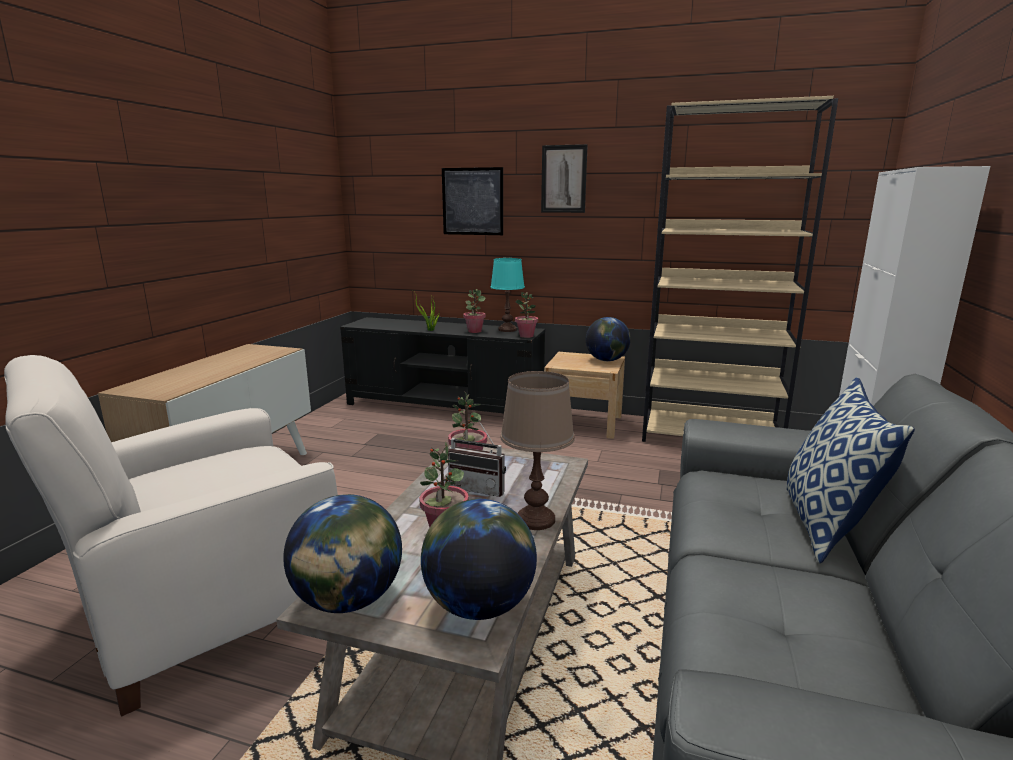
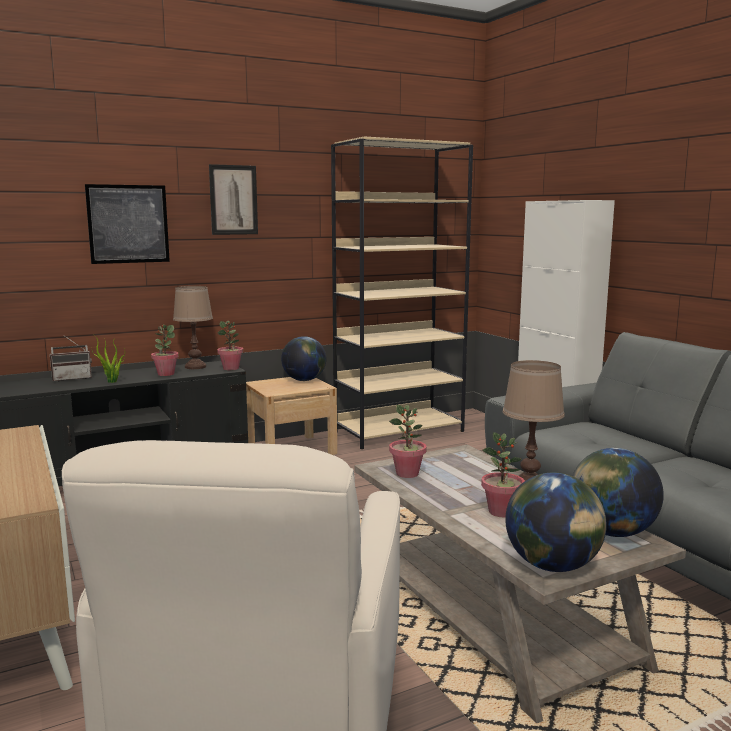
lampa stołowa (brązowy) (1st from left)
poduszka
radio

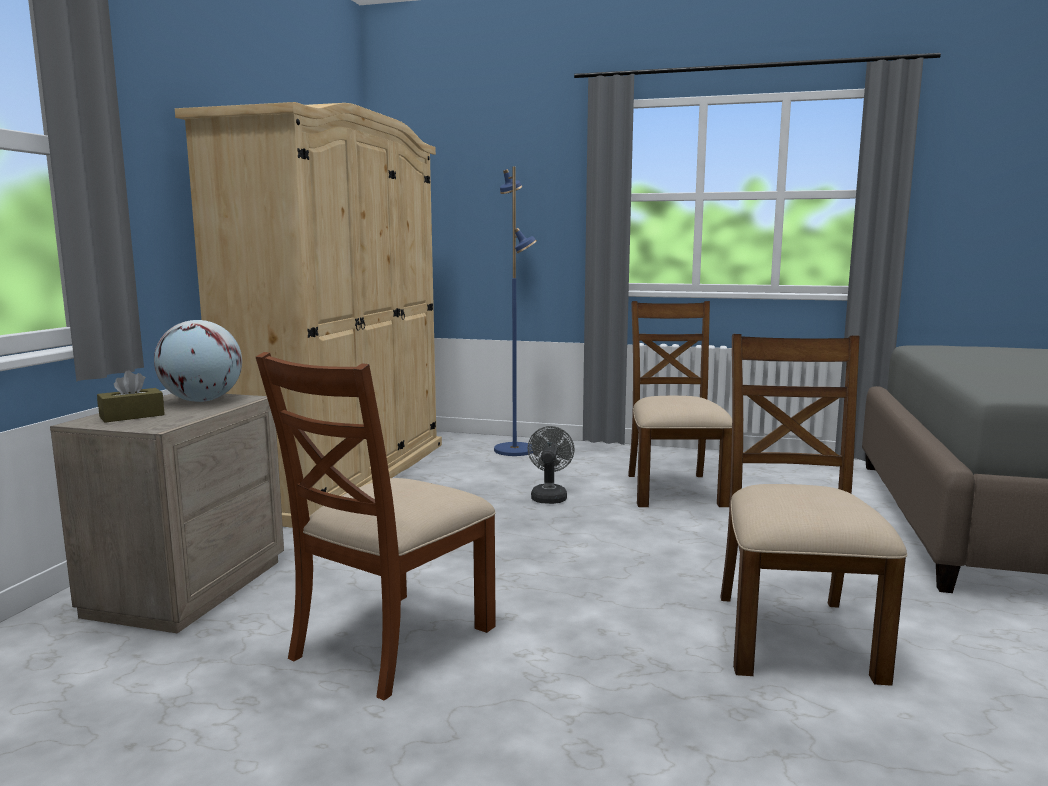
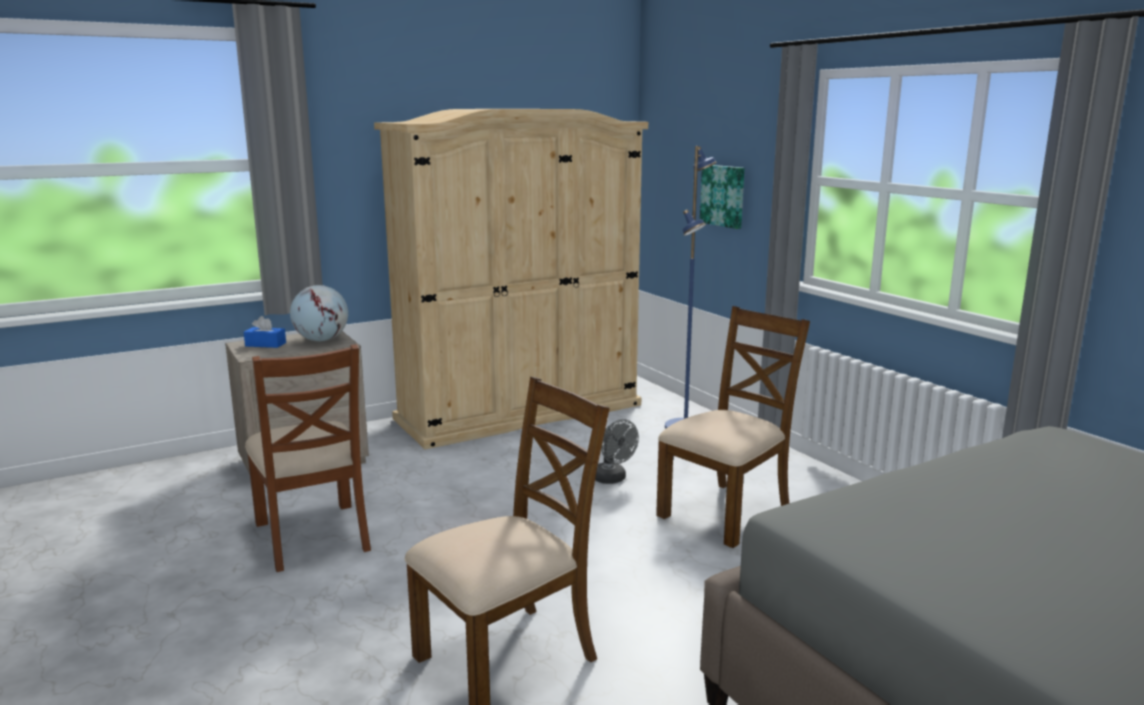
krzesło (brązowy) (1st from left)
pudełko chusteczek (niebieski)
wentylator (szary)
obraz

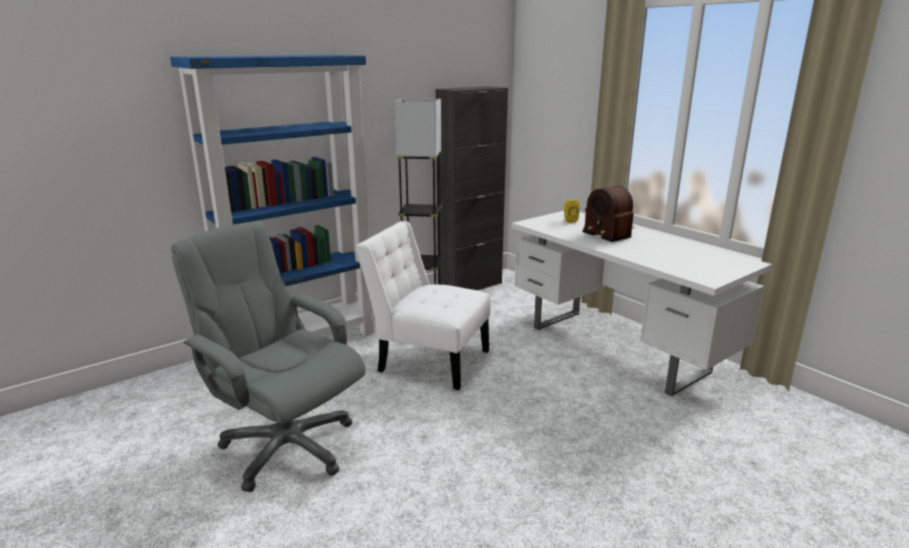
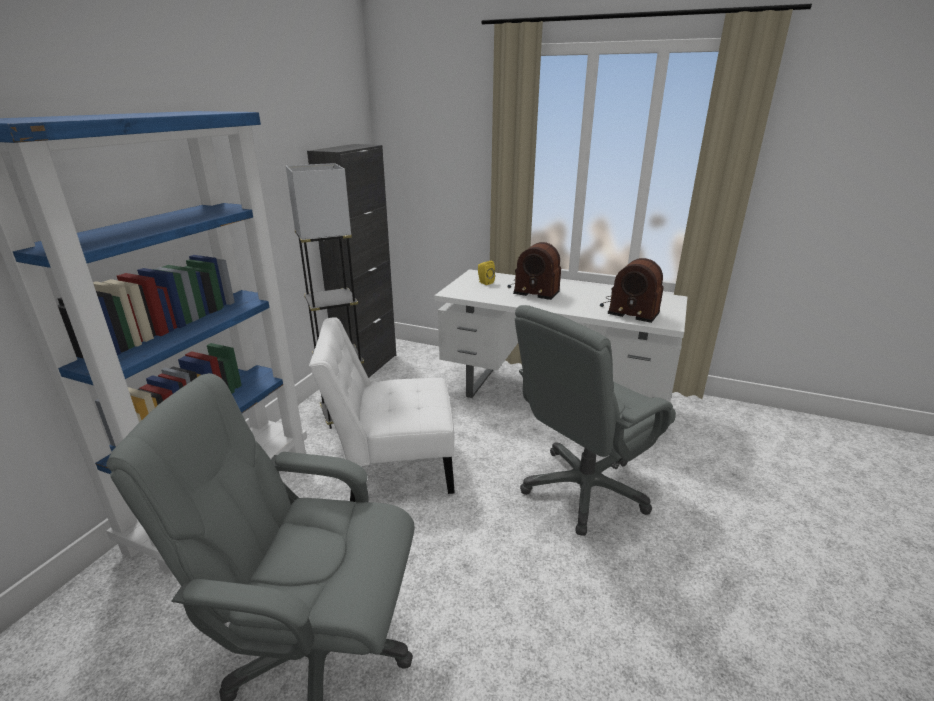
radio (2nd from left)
krzesło biurowe (szary) (2nd from left)

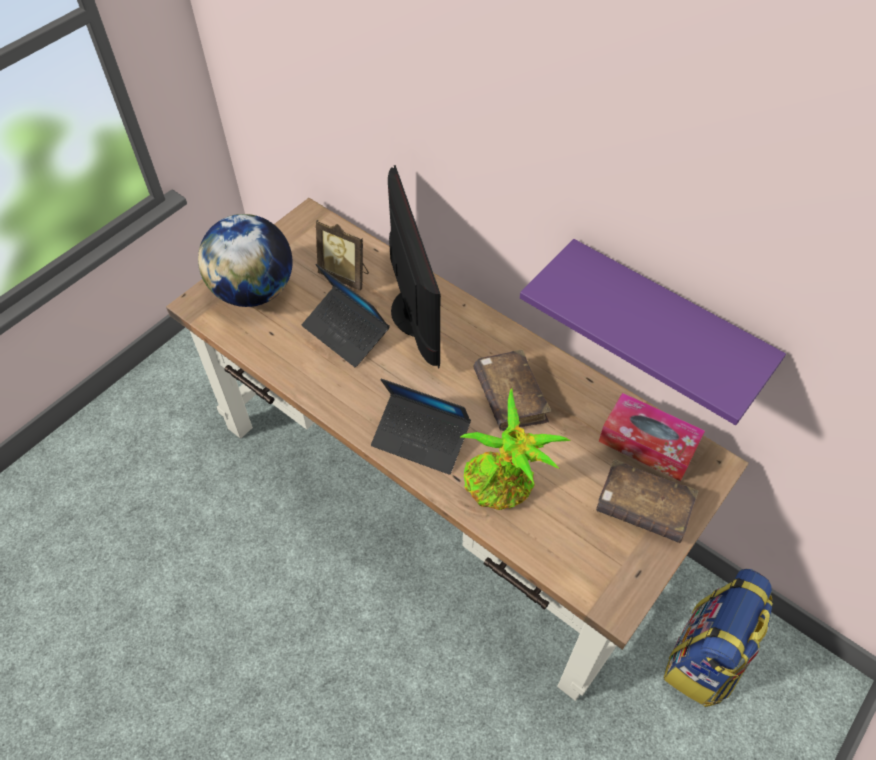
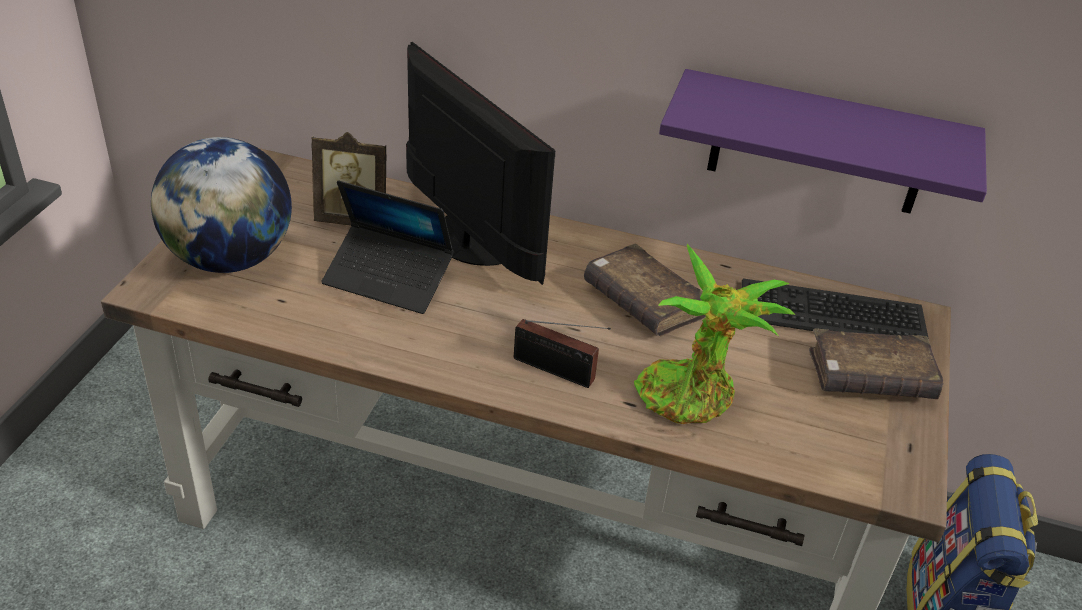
radio
klawiatura

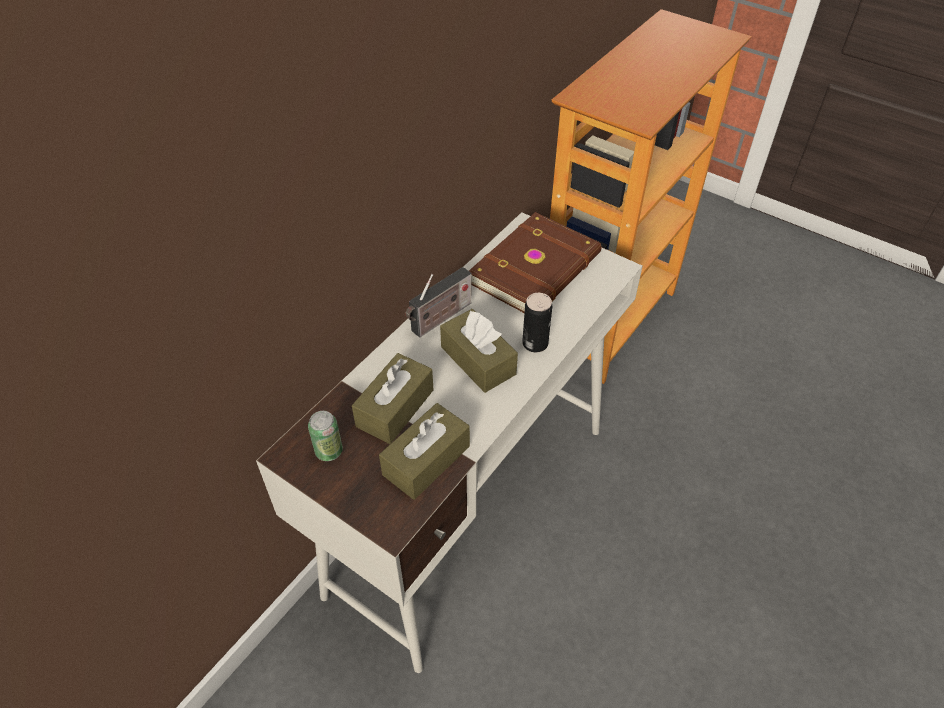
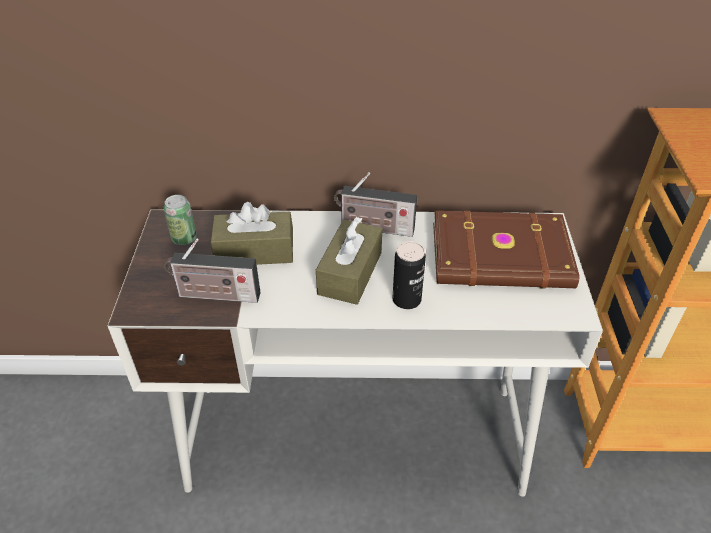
radio (1st from left)

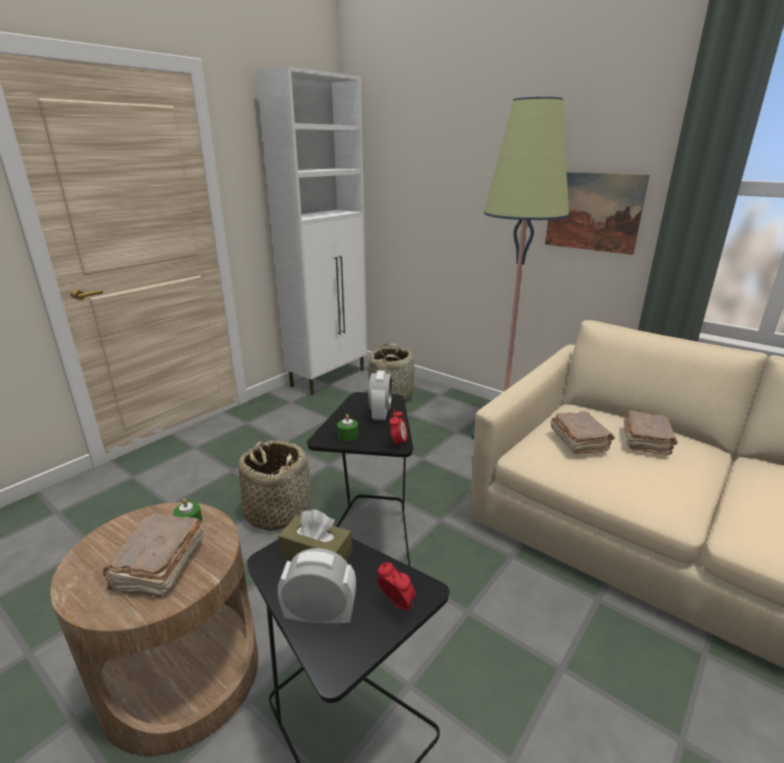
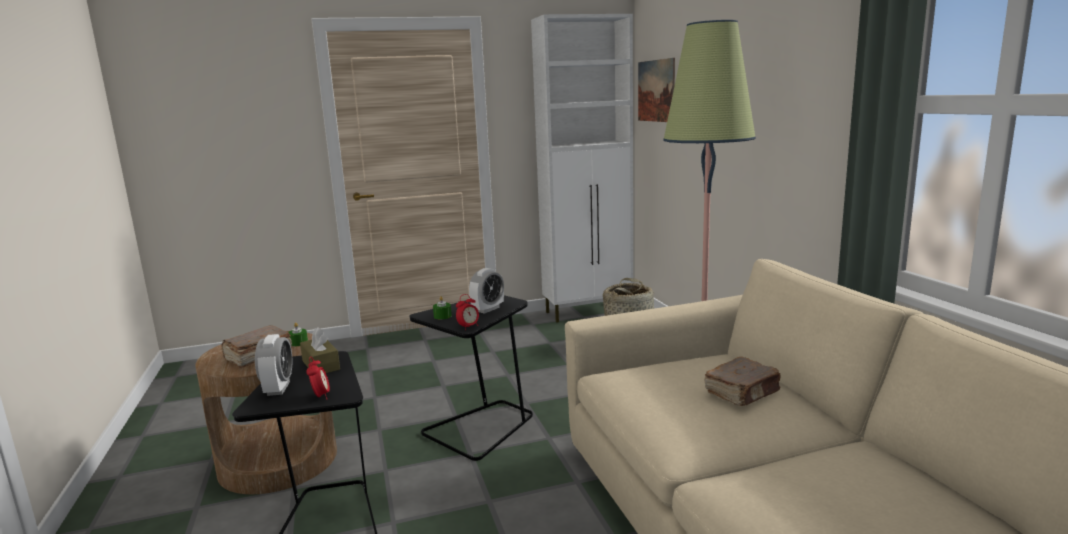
obraz
książka (brązowy) (2nd from left in the first image)
koszyk (1st from left in the first image)
budzik (1st from left)

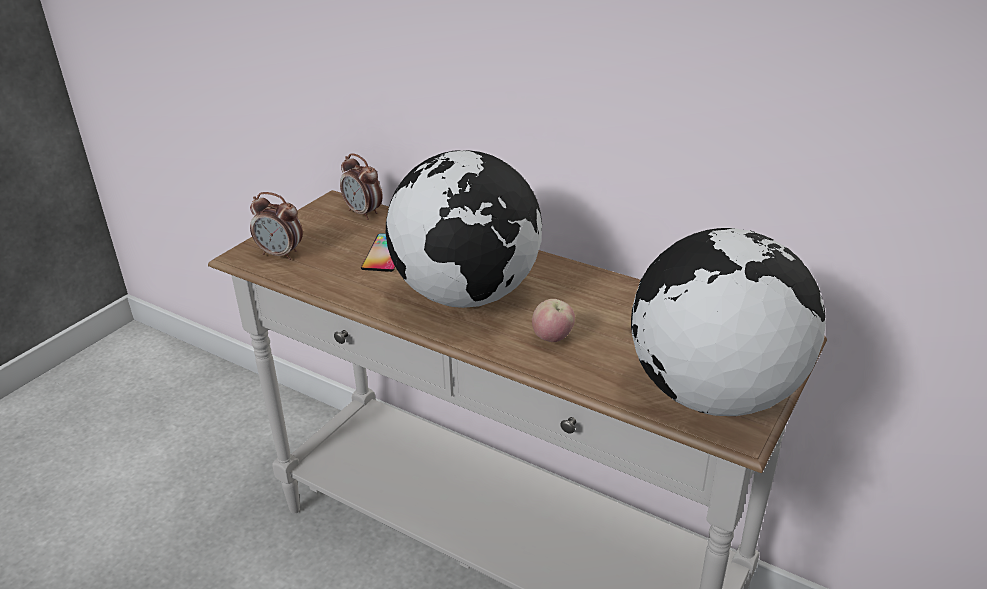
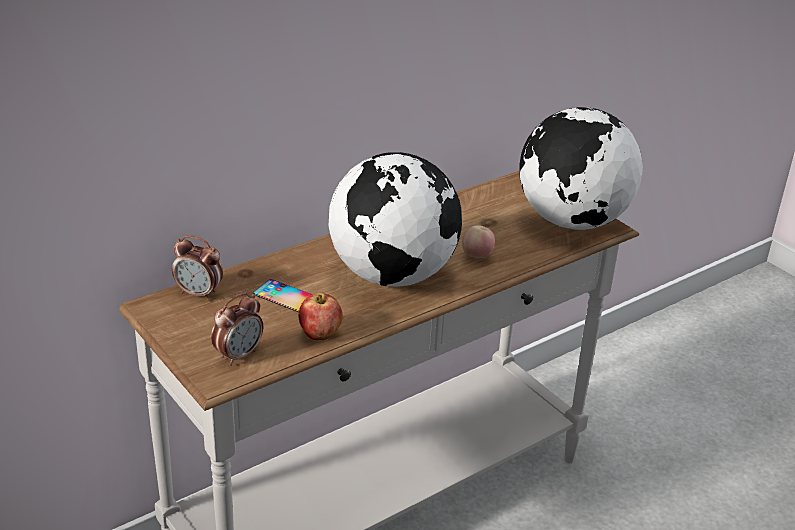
budzik (1st from left)
jabłko (1st from left)

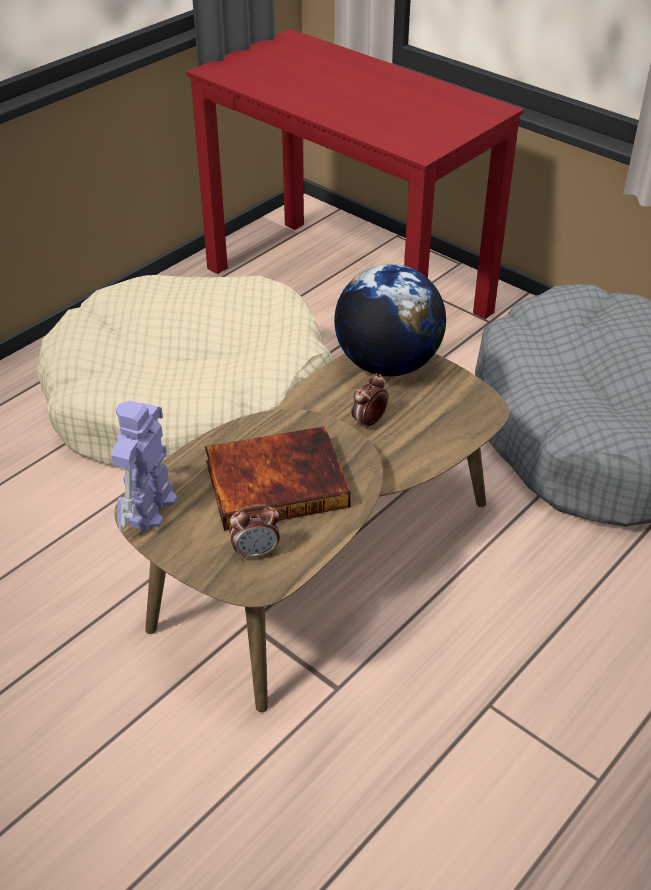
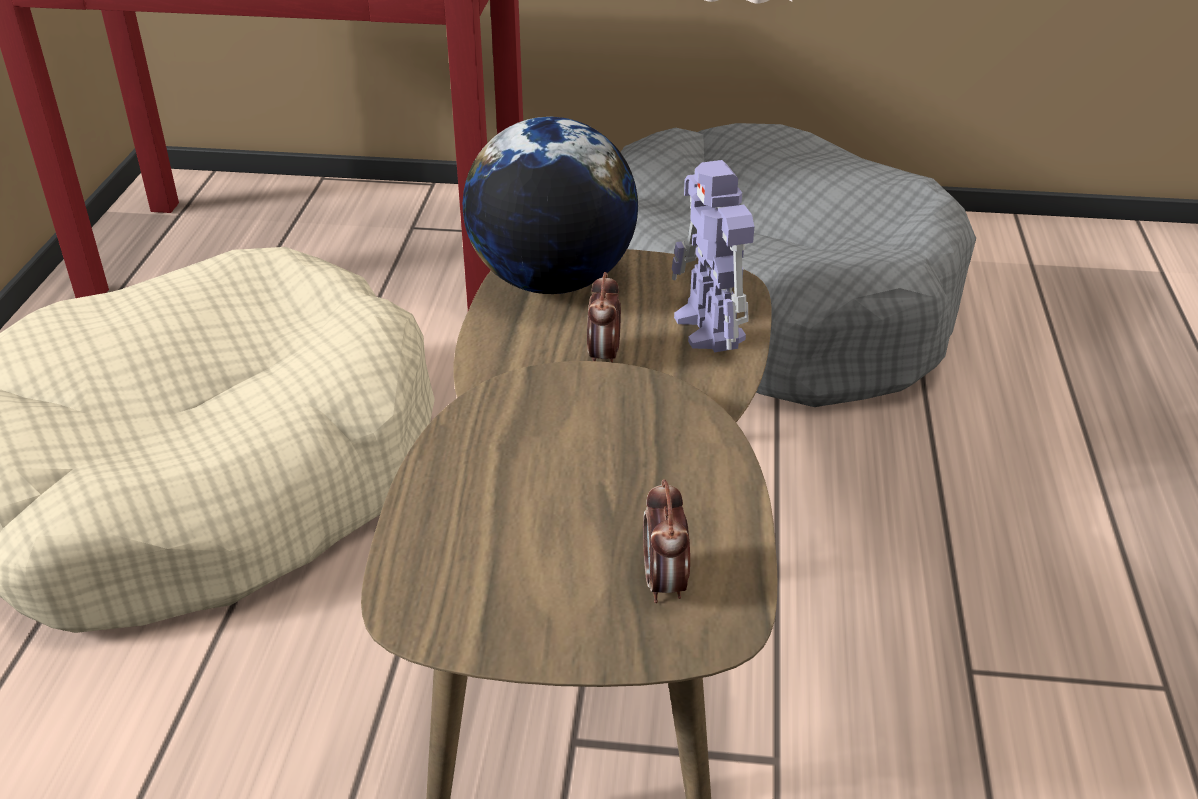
robot zabawkowy
książka
budzik (2nd from left)

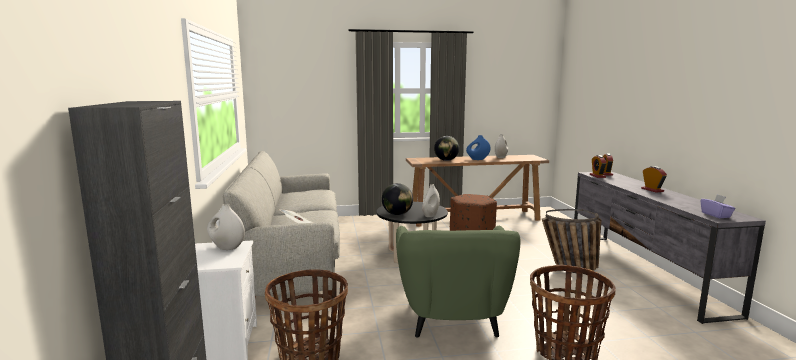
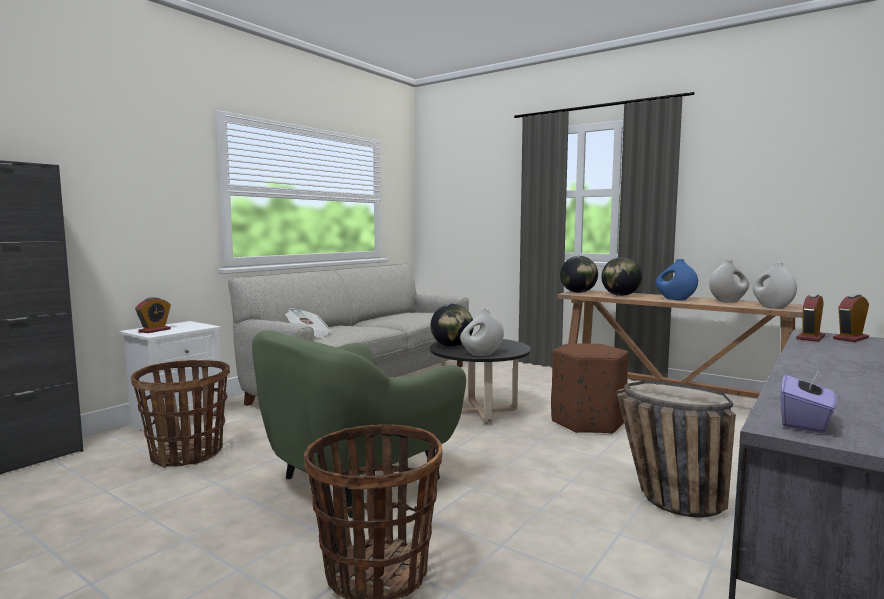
budzik (1st from left)
wazon (biały) (3rd from left)
globus (2nd from left)

